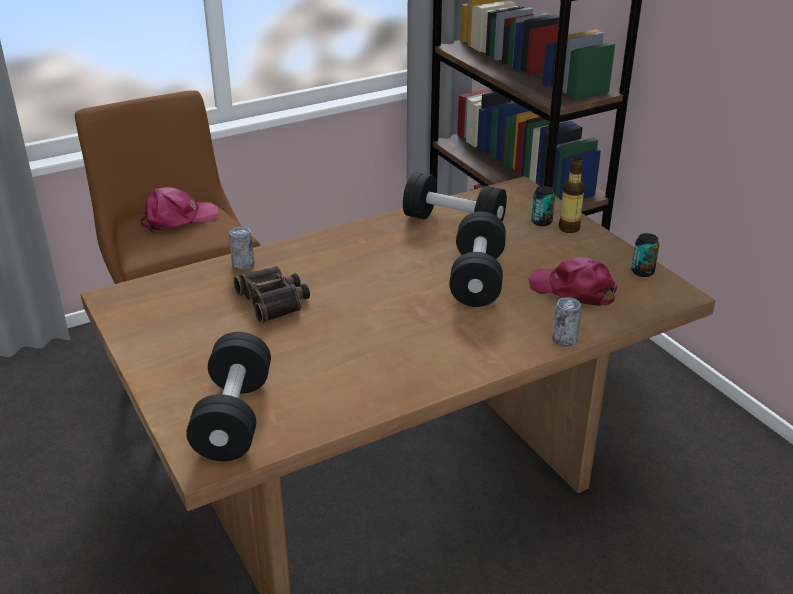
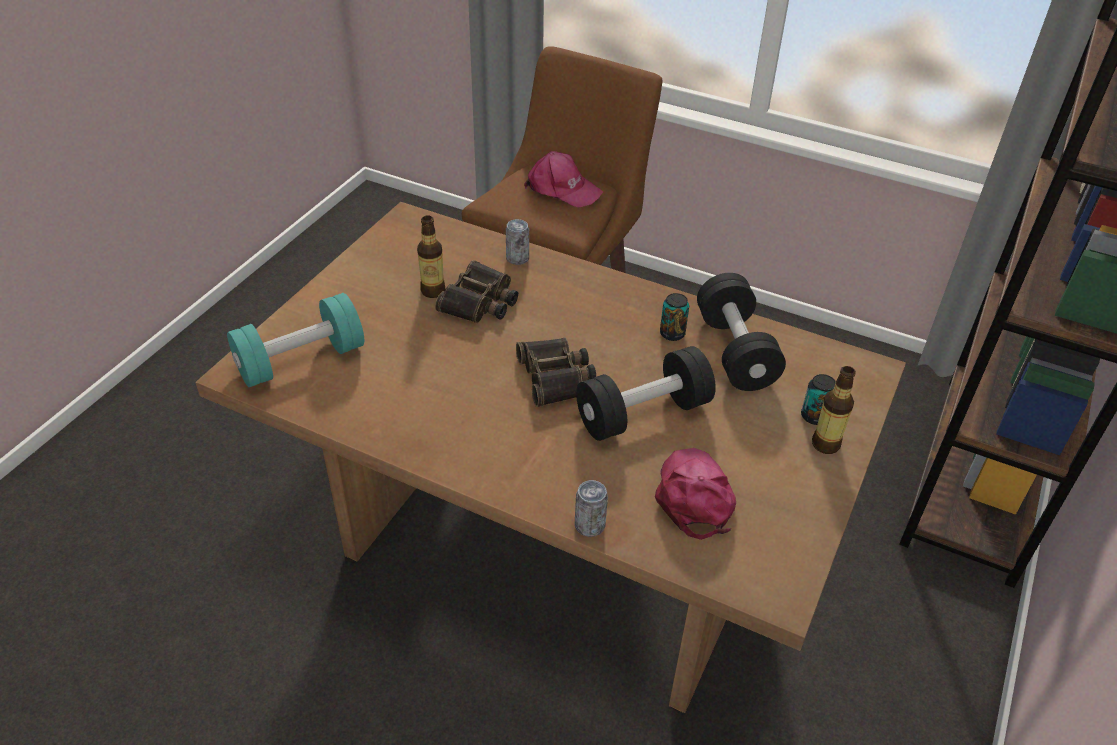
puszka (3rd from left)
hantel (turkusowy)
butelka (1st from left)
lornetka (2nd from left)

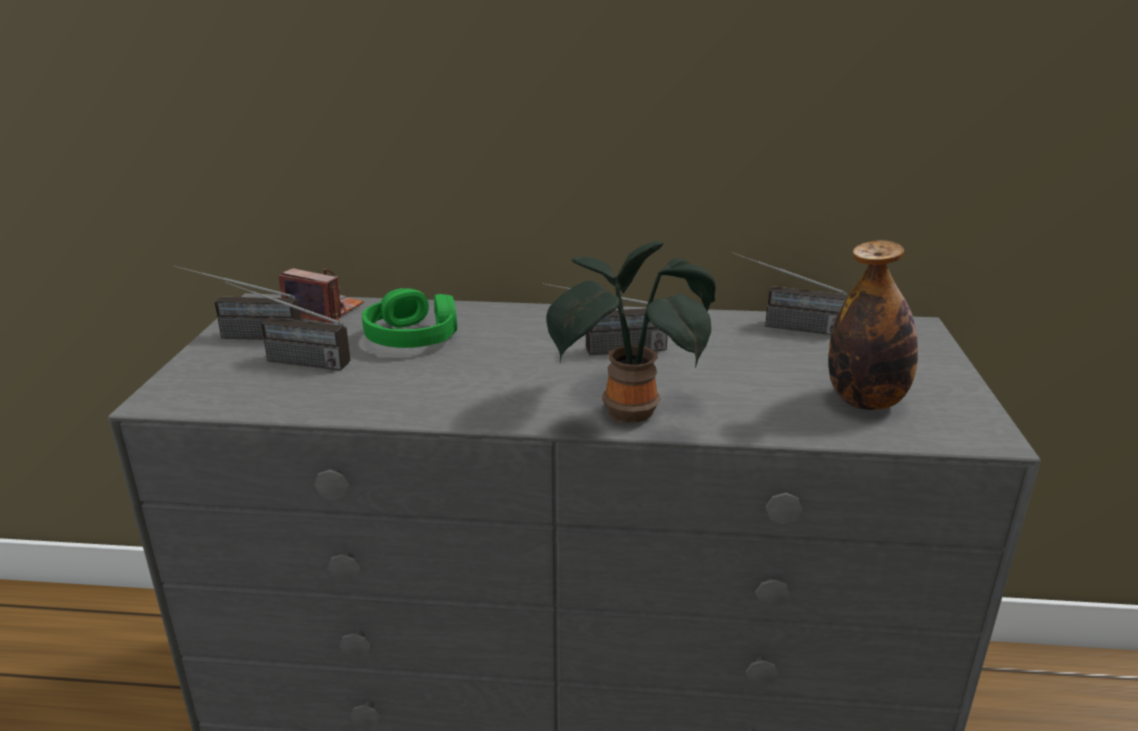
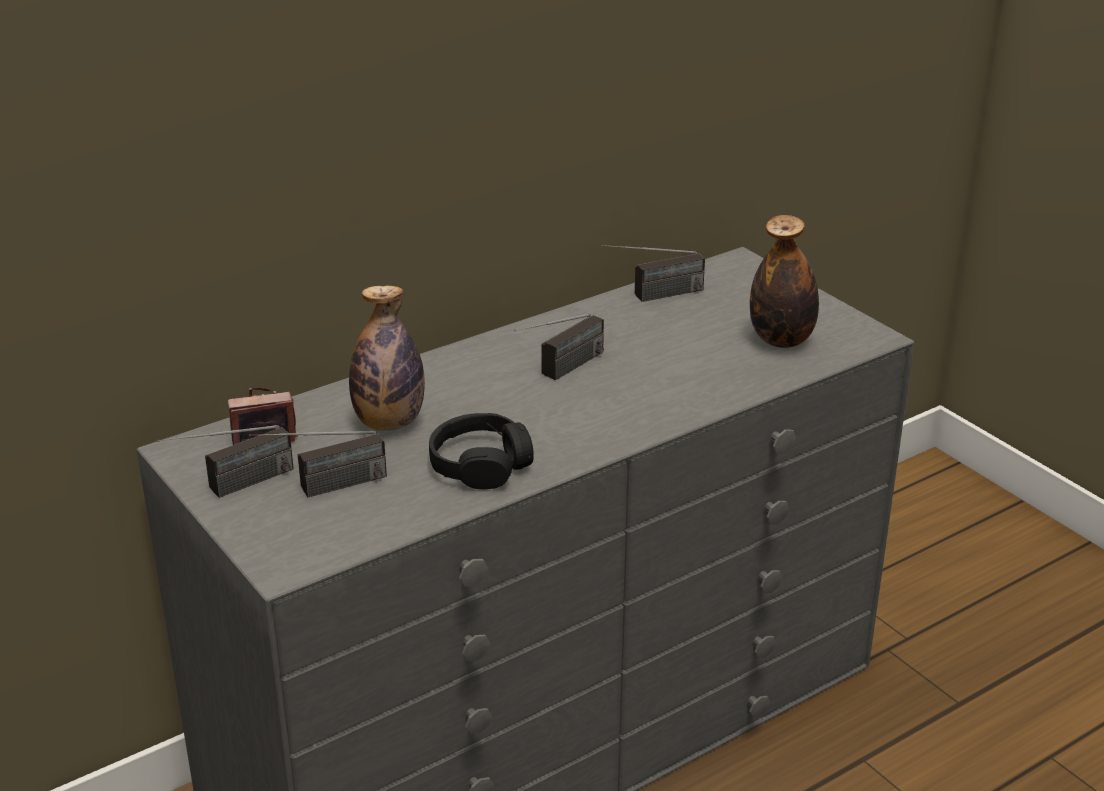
roślina doniczkowa
butelka (1st from left)
słuchawki (czarny)

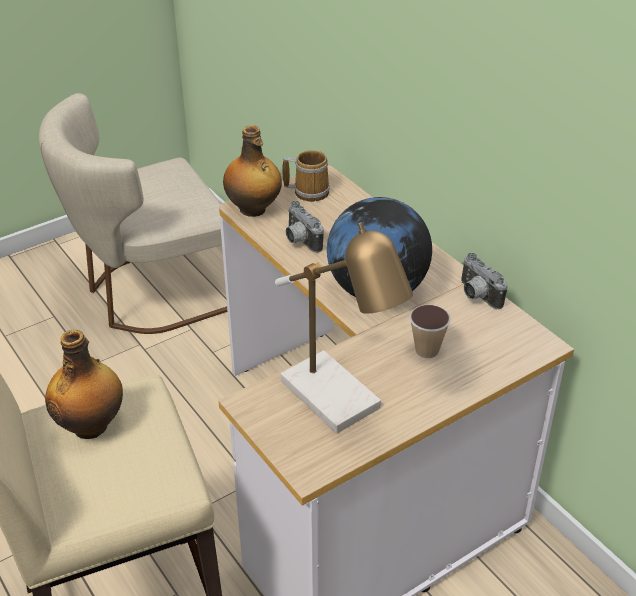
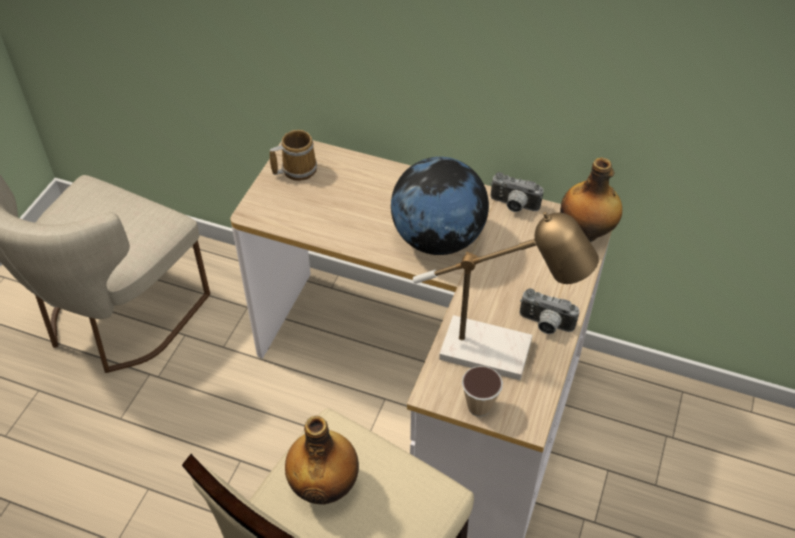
butelka (2nd from left)
aparat fotograficzny (2nd from left)
filiżanka

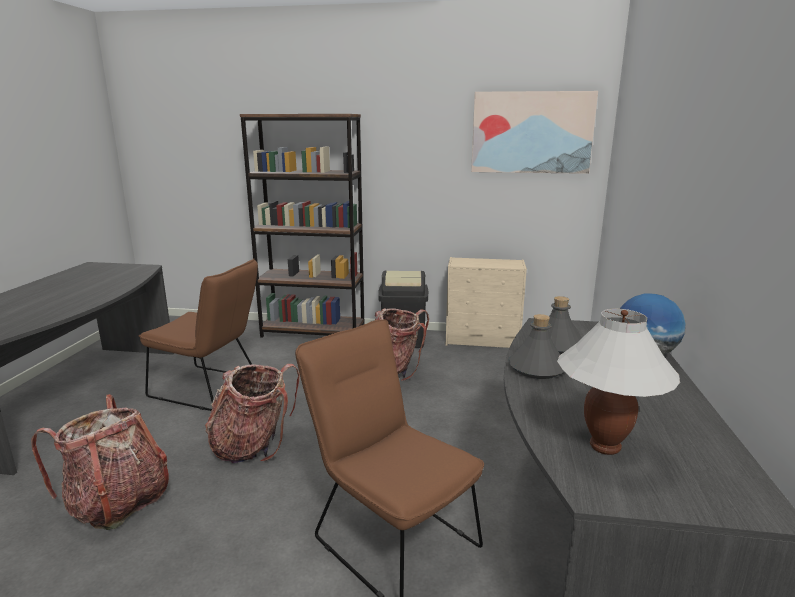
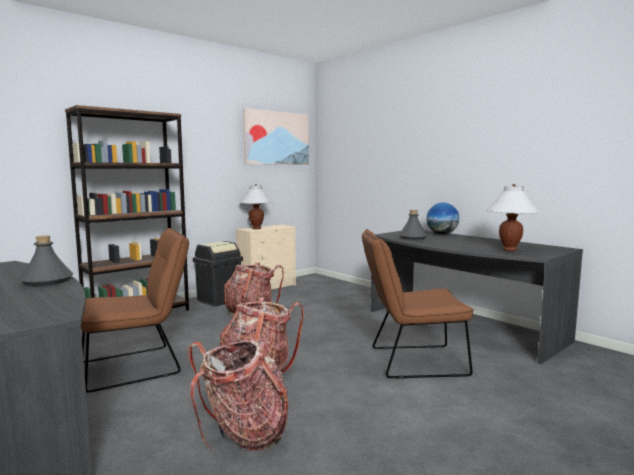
butelka (szary) (1st from left)
lampa stołowa (biały) (1st from left)

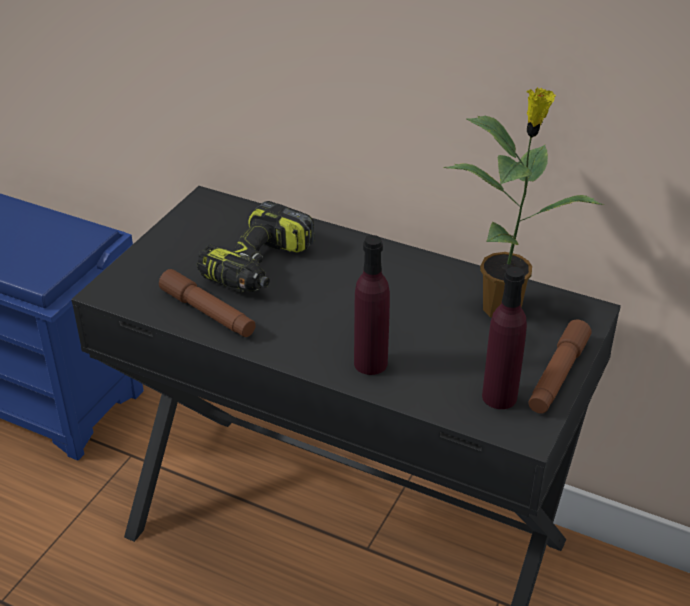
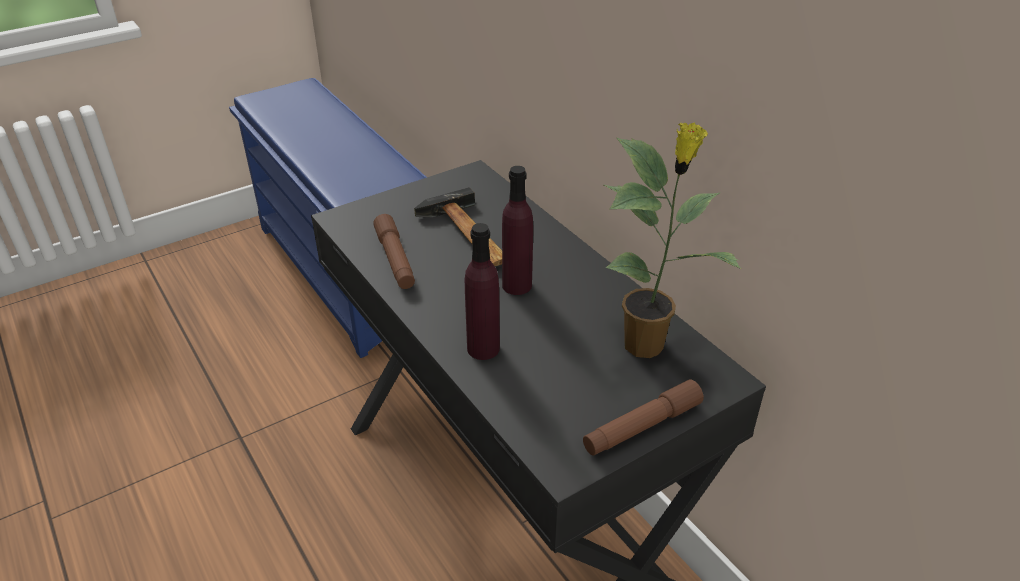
młotek
butelka (fioletowy) (2nd from left)

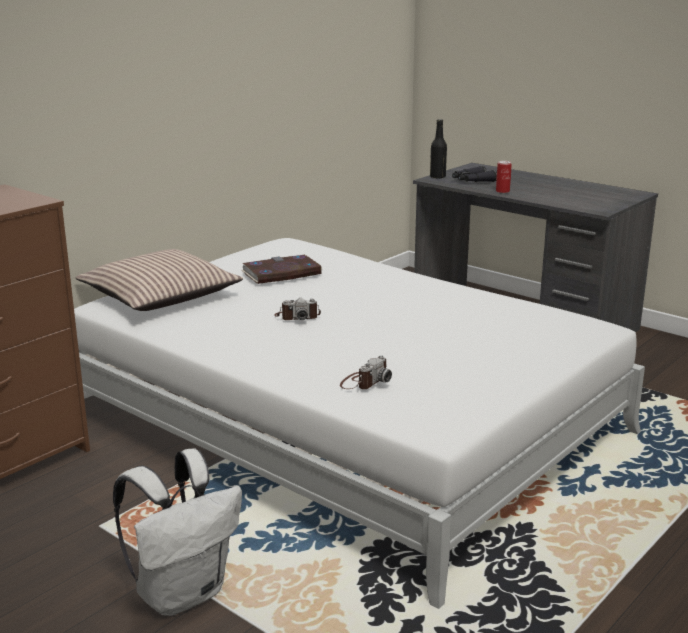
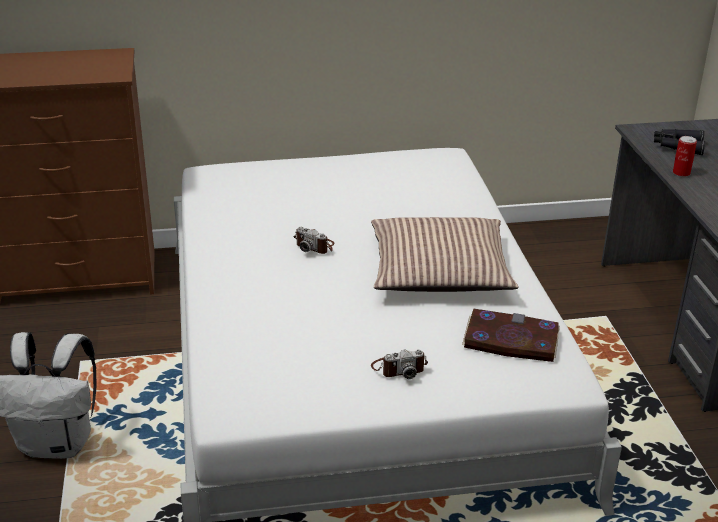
butelka (czarny)
poduszka
książka
aparat fotograficzny (2nd from left)

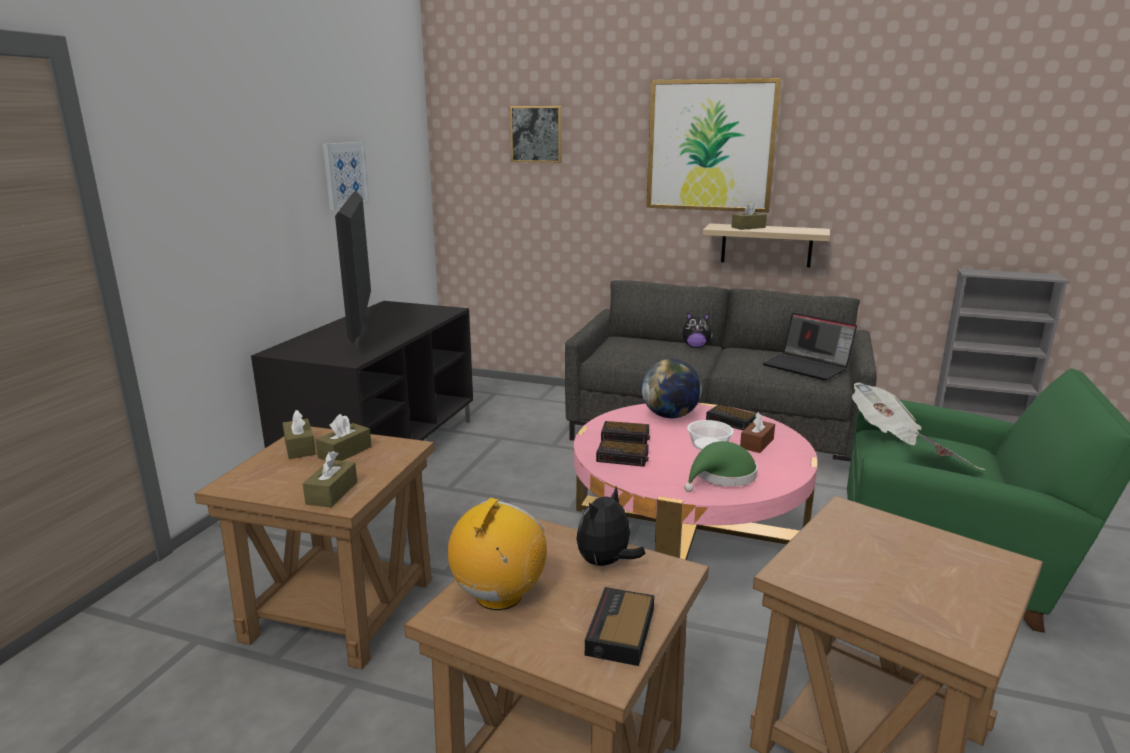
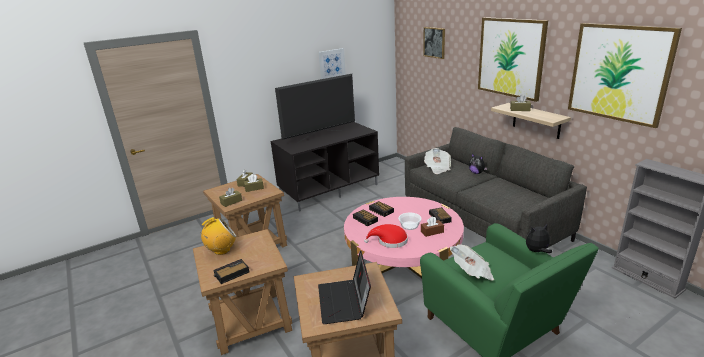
telewizor
laptop
globus
gazeta (1st from left)
kapelusz (czerwony)
pluszak (2nd from left)
obraz (4th from left)

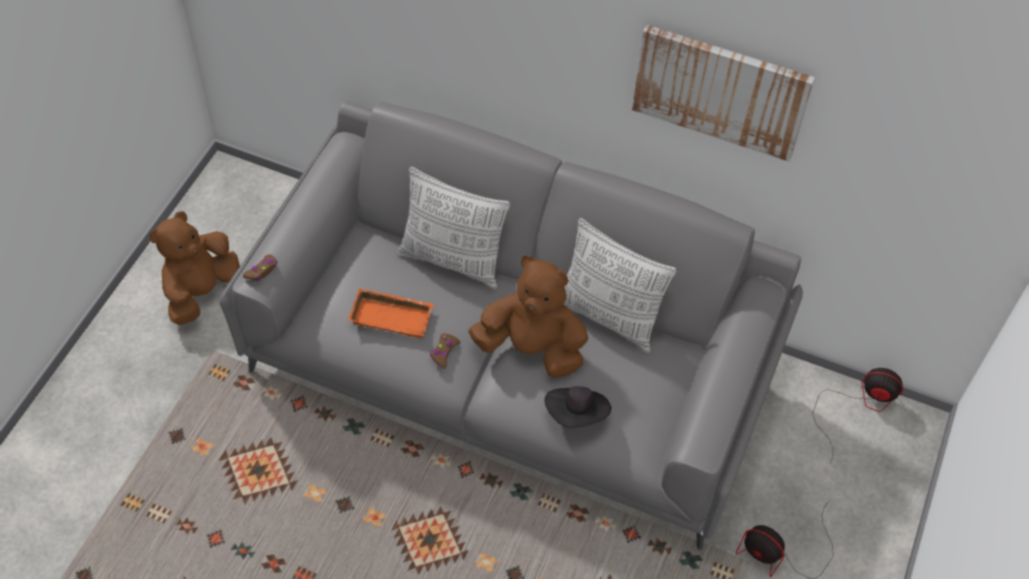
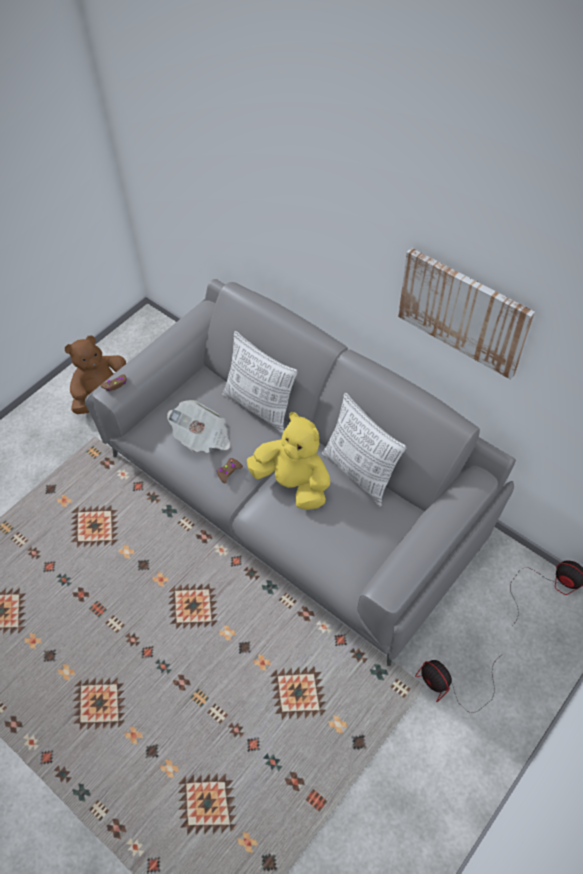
pluszak (żółty)
gazeta
kapelusz (czarny)

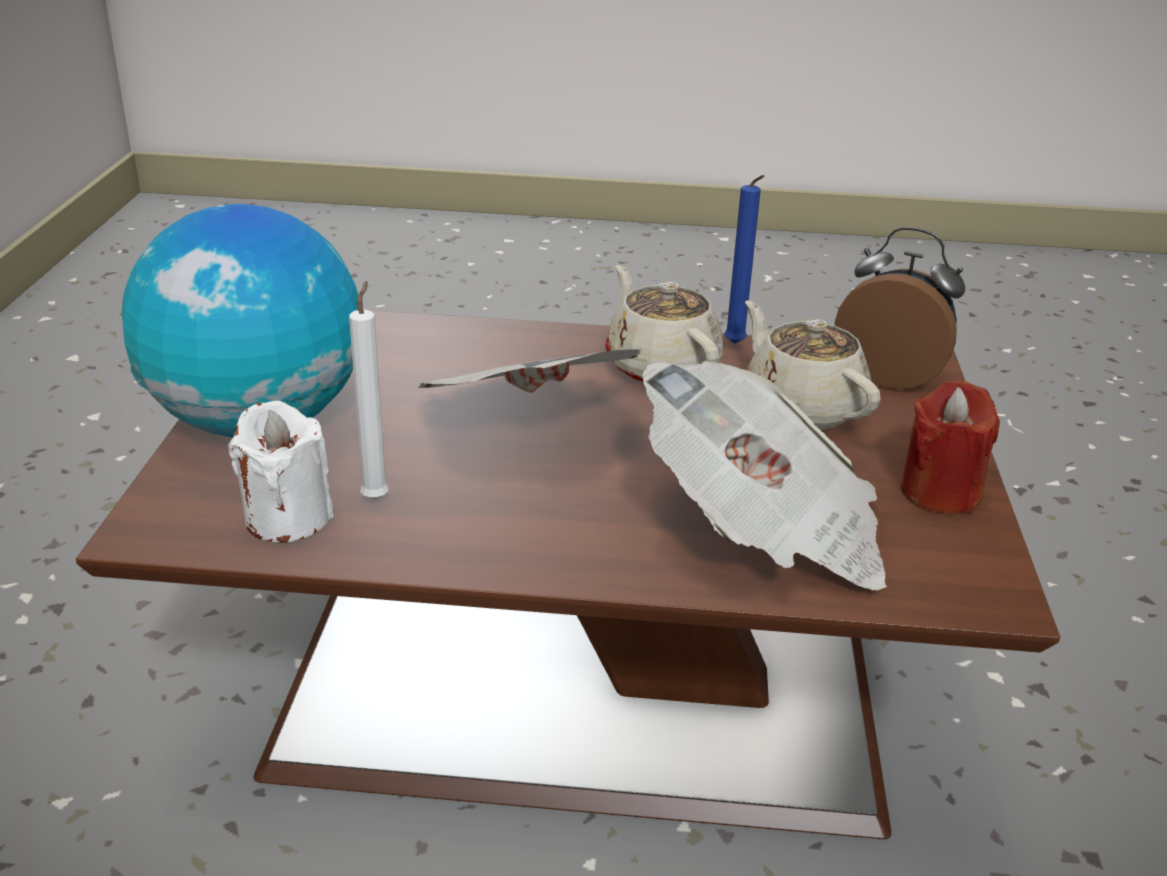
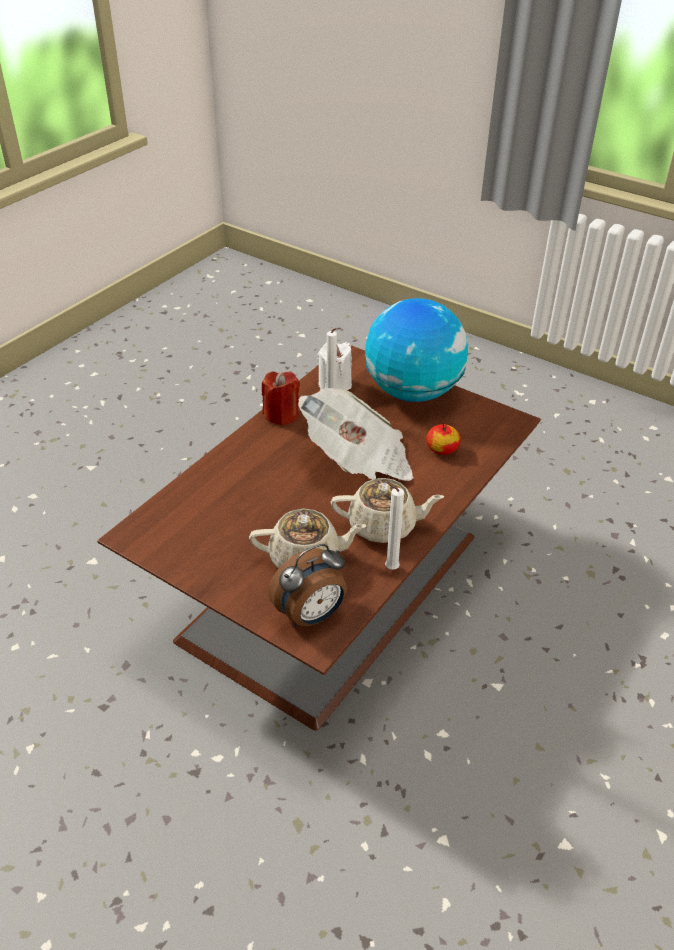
świeca (biały) (3rd from left)
gazeta (2nd from left in the first image)
świeca (czerwony)
jabłko

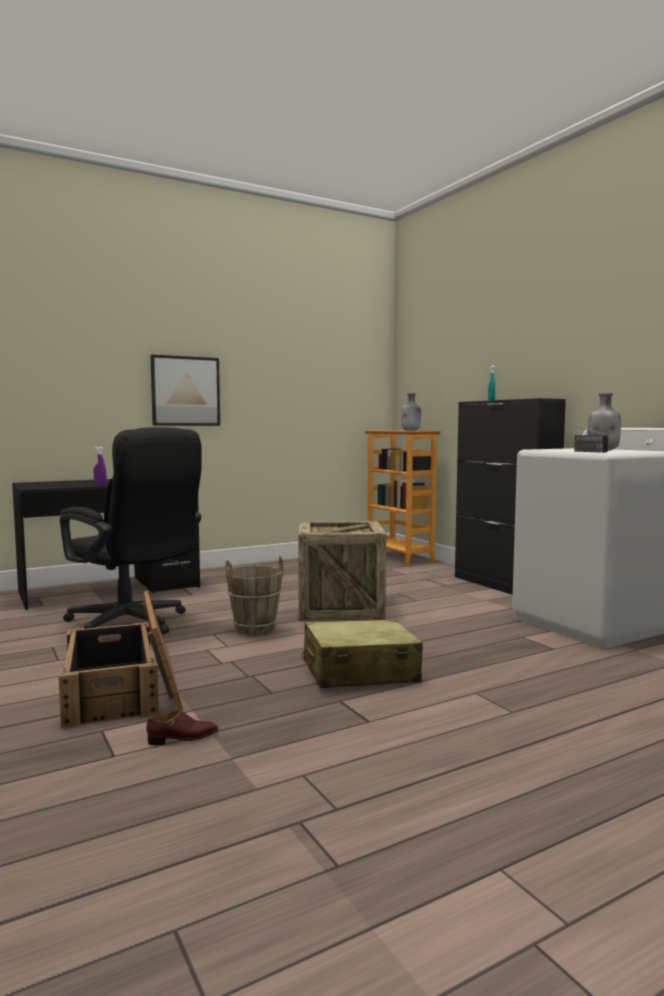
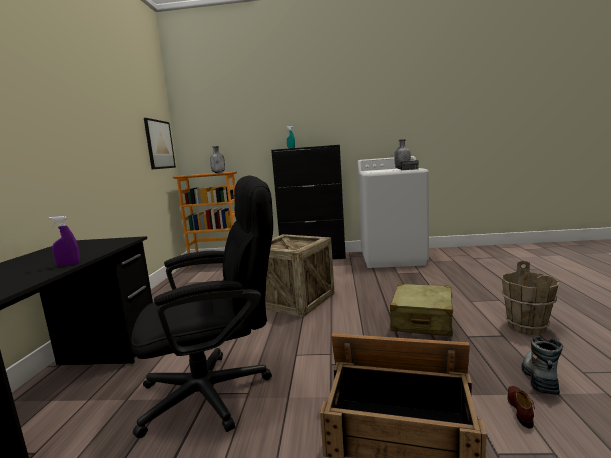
obraz
wiadro (brązowy)
but z cholewką

